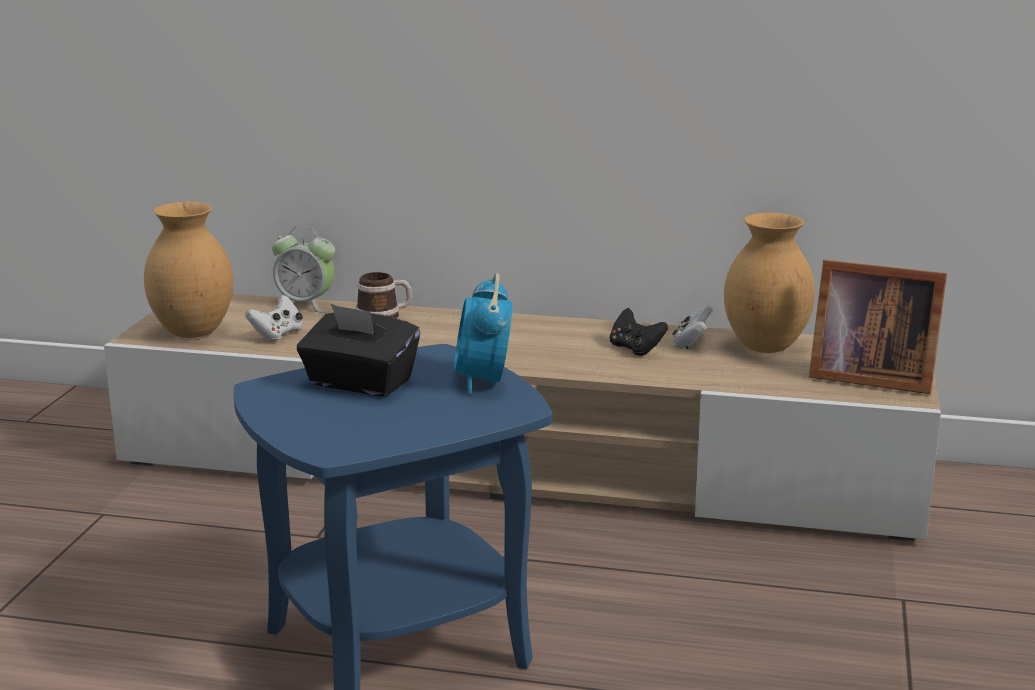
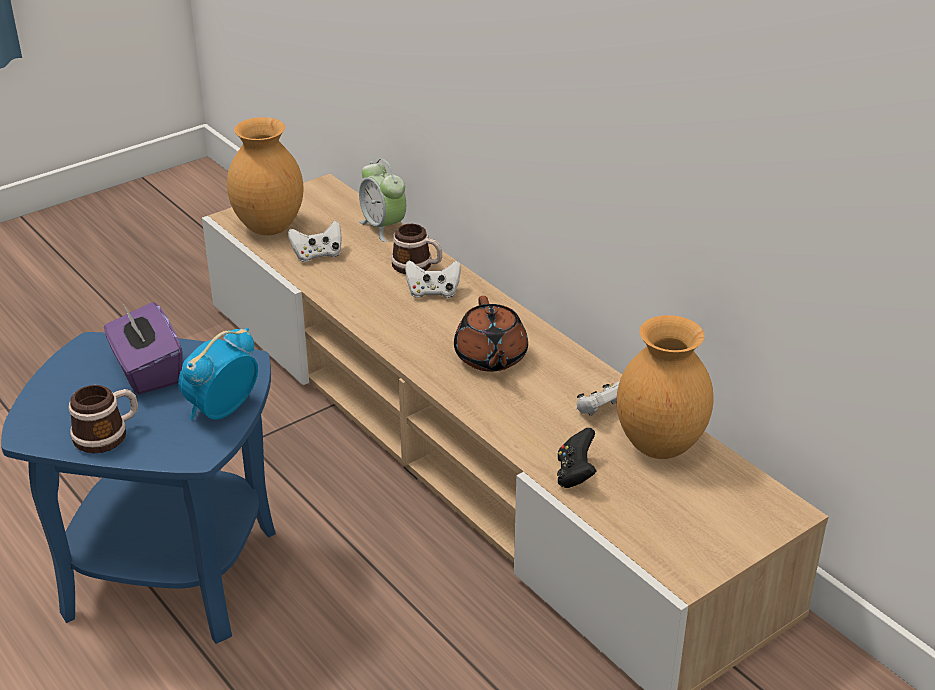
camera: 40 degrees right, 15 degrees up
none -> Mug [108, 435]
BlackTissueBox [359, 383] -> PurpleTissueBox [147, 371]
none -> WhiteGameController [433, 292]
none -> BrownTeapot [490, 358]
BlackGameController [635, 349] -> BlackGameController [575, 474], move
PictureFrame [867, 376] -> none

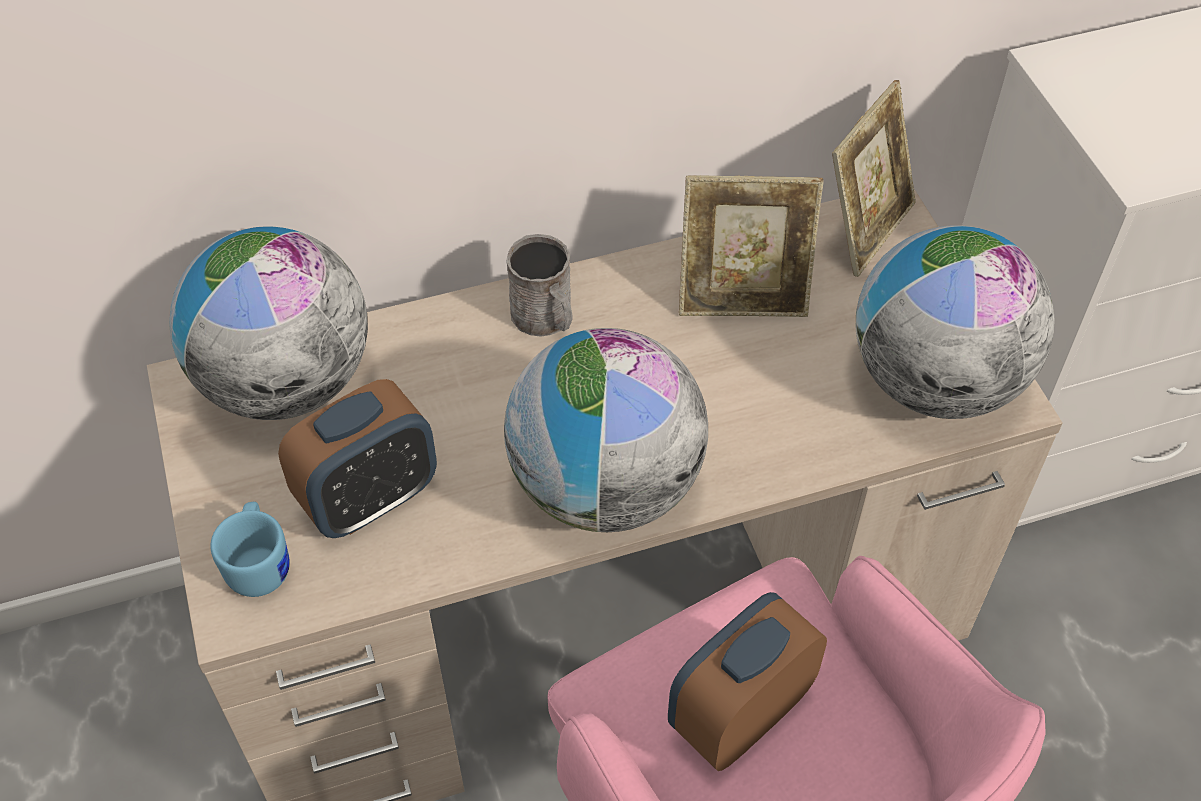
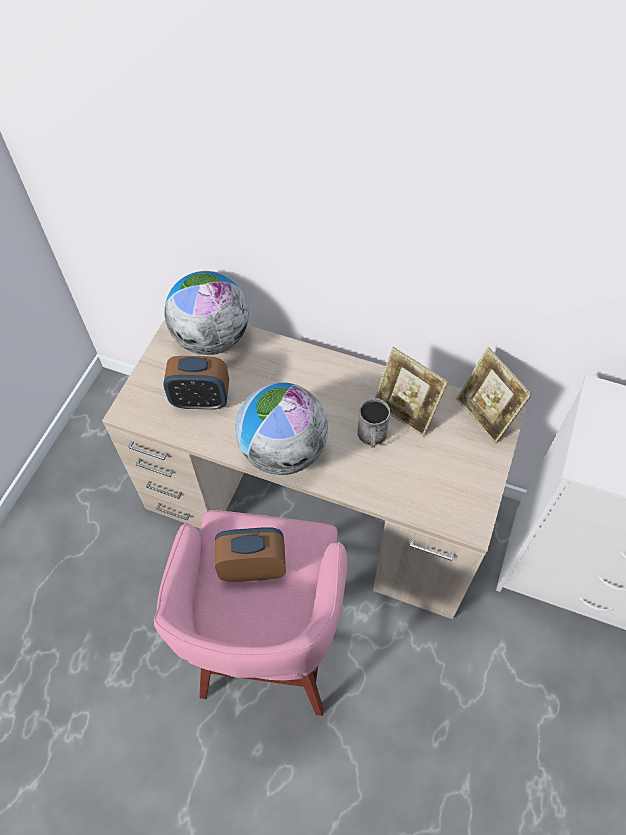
camera: 40 degrees right, 5 degrees up
GreyMug [546, 319] -> GreyMug [372, 436], move
PictureFrame [865, 229] -> PictureFrame [485, 416], 75 degrees clockwise
BlueMug [260, 563] -> none
Globe [935, 380] -> none

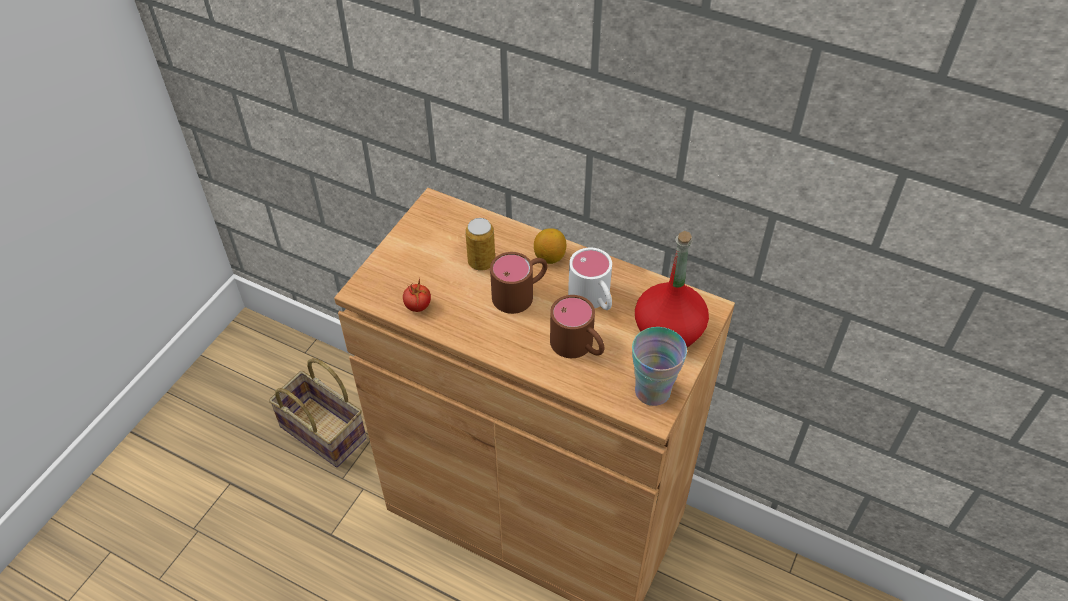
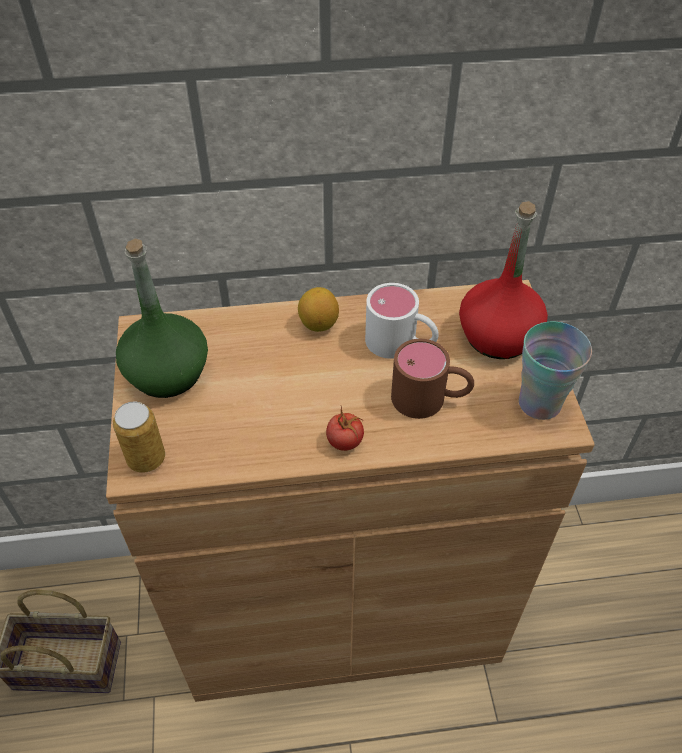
camera: 35 degrees left, 0 degrees up
Can [481, 262] -> Can [146, 458], move
none -> GreenBottle [167, 373]
Tomato [418, 306] -> Tomato [345, 442], move
BrownMug [521, 293] -> none

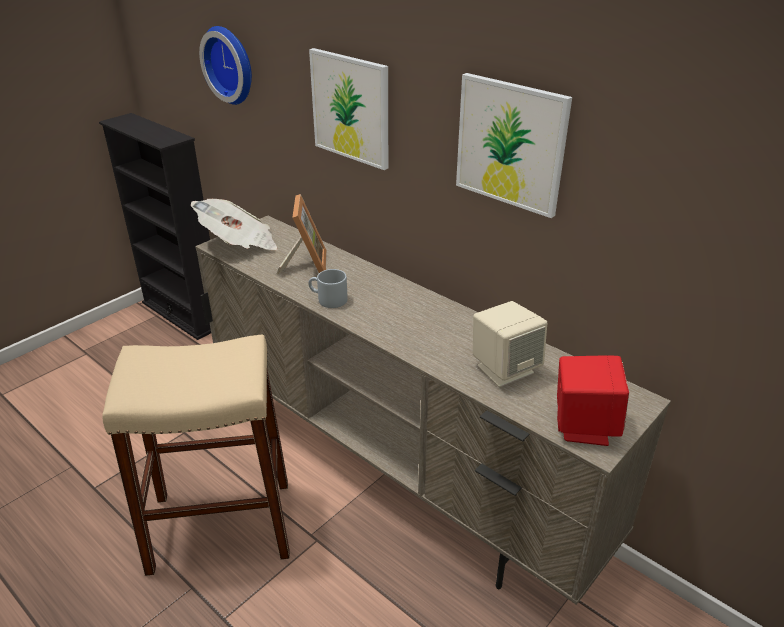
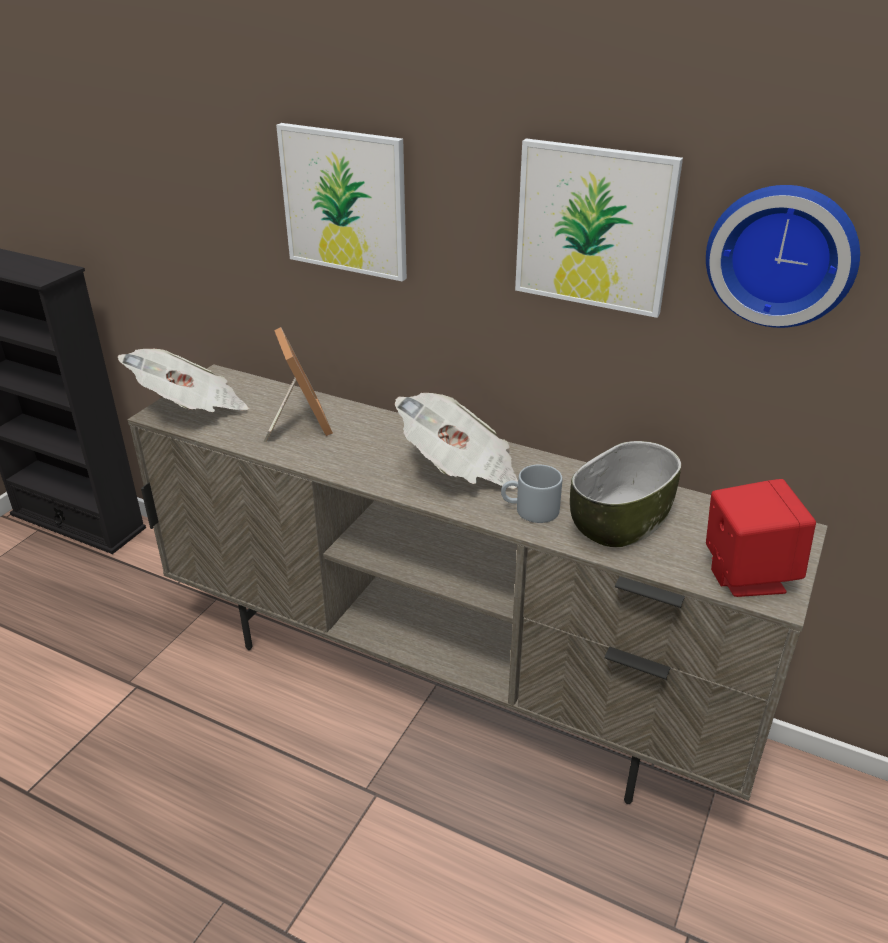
camera: 15 degrees left, 0 degrees up
none -> Newspaper [460, 469]
GreyMug [327, 299] -> GreyMug [530, 510], move
BeigeSpeaker [505, 369] -> Bowl [620, 520]
WallClock [231, 64] -> WallClock [782, 254], move
BeigeStool [221, 525] -> none

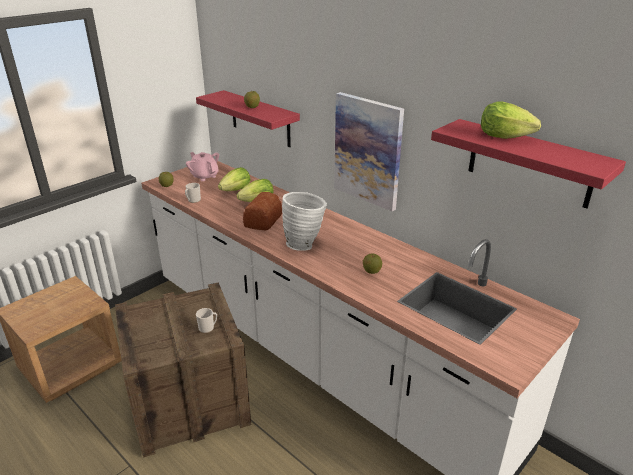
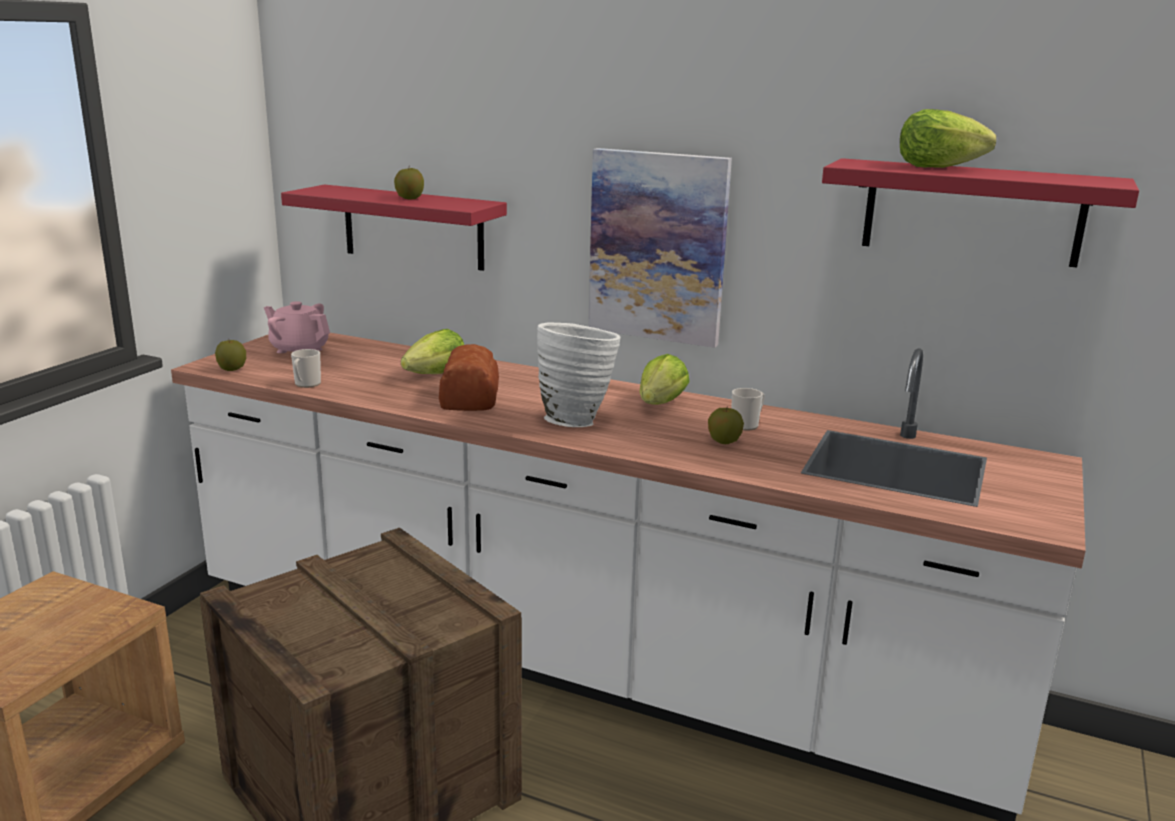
camera: 20 degrees left, 10 degrees down
Lettuce [236, 190] -> Lettuce [661, 404], move
Mug [208, 328] -> Mug [747, 425], move

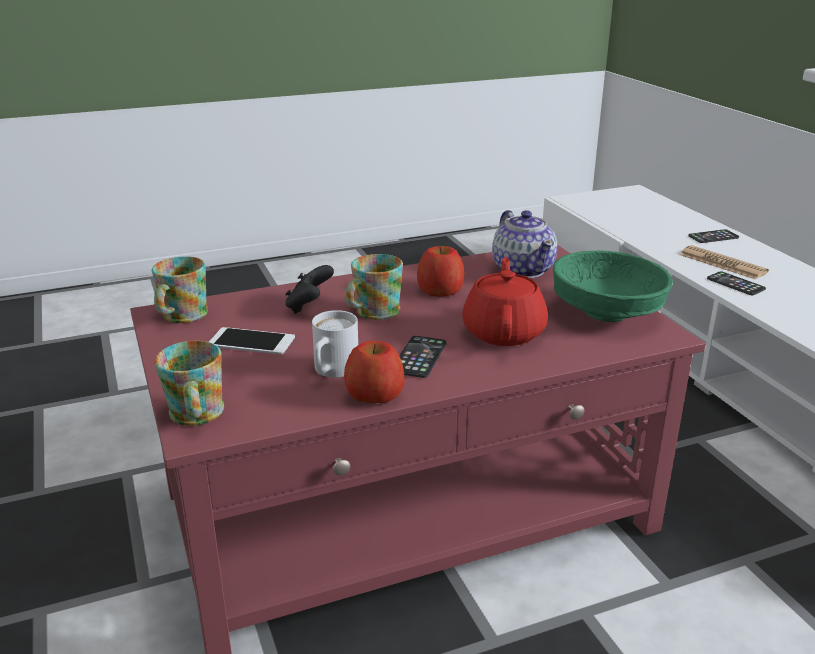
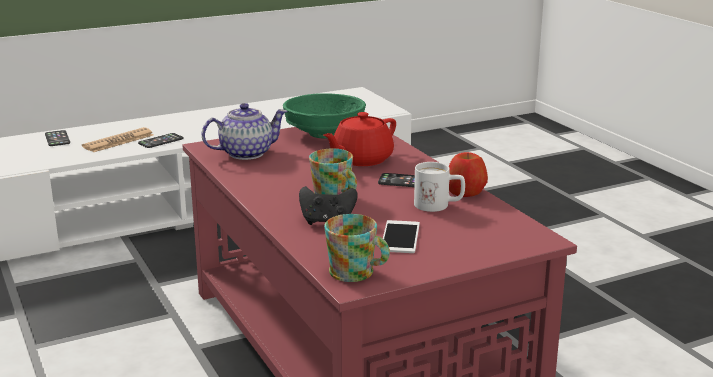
camera: 95 degrees left, 5 degrees down
RedTeapot [504, 332] -> RedTeapot [361, 159], 45 degrees counterclockwise
Mug [195, 416] -> none
Apple [440, 290] -> none

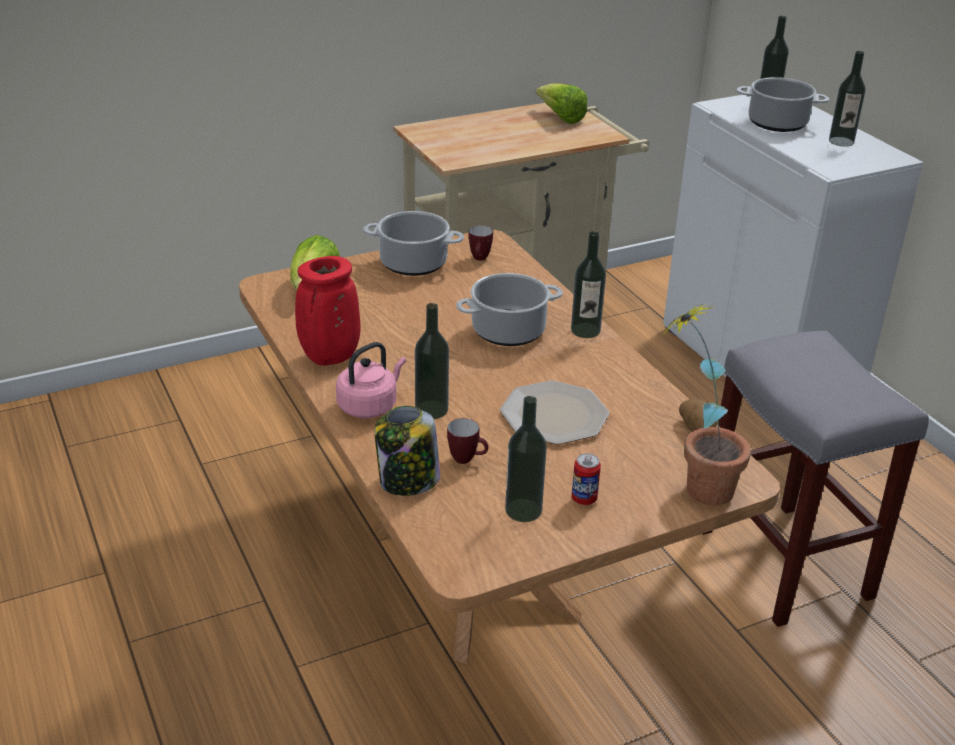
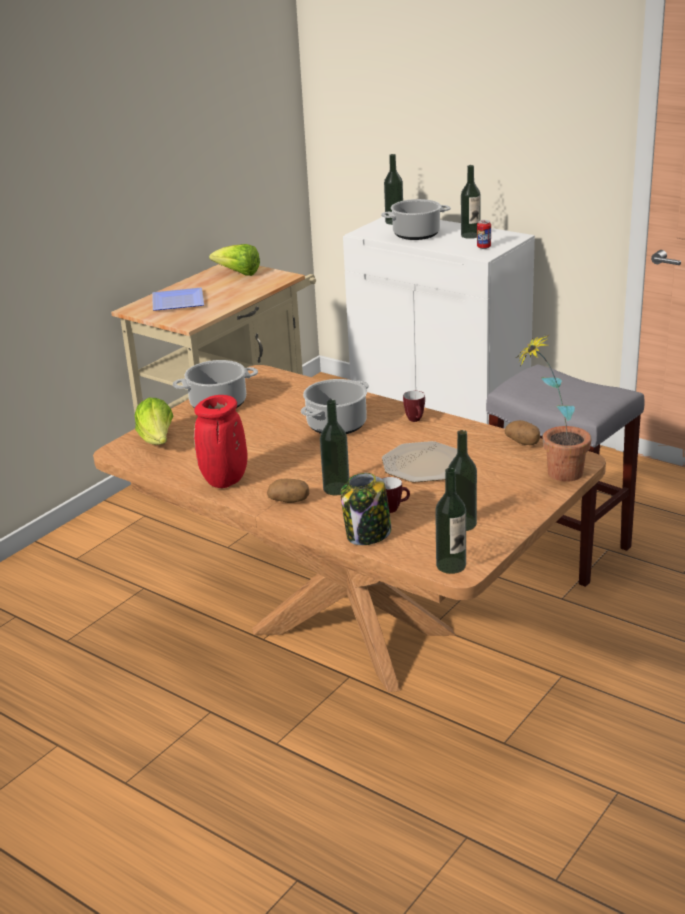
camera: 25 degrees left, 5 degrees down
none -> Plate [180, 301]
PinkKettle [370, 406] -> Potato [289, 500]
Mug [479, 259] -> Mug [416, 420], move
Bottle [585, 330] -> Bottle [451, 565], move
Can [584, 499] -> Can [483, 247], move

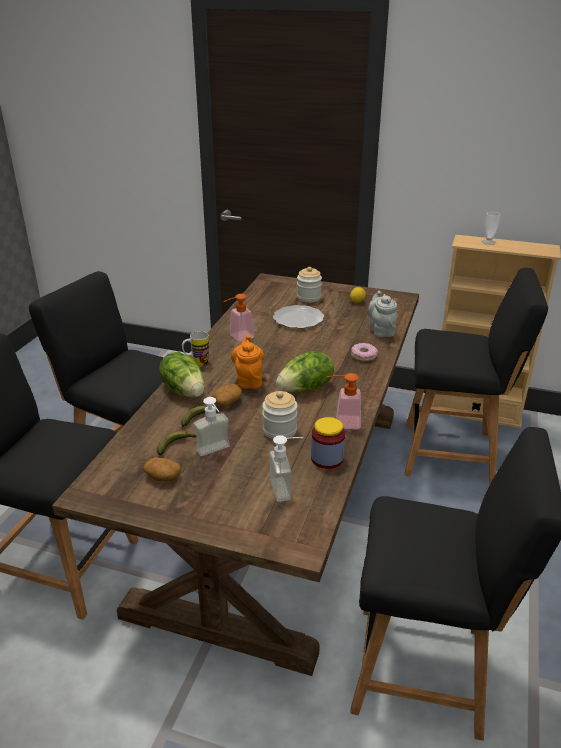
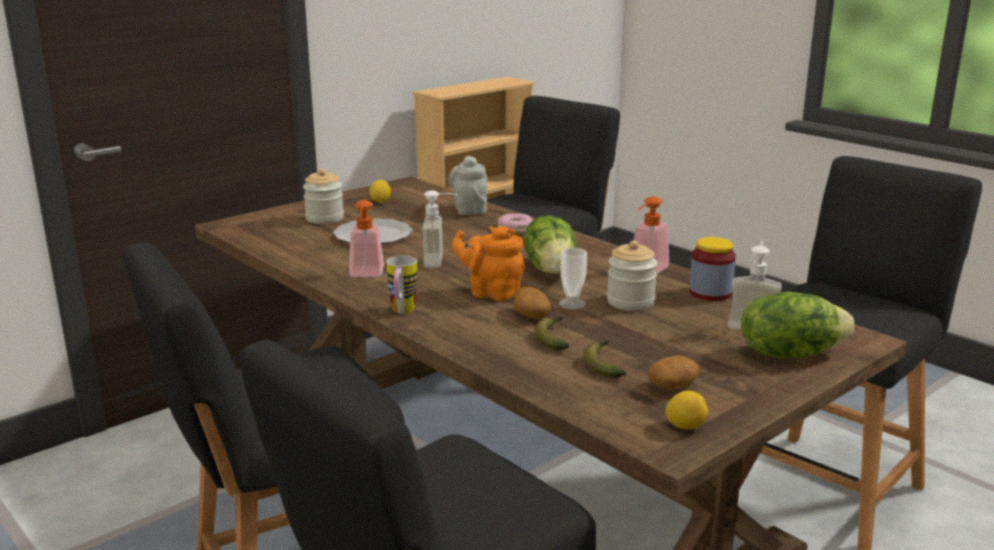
camera: 60 degrees left, 10 degrees down
SoapDispenser [215, 452] -> SoapDispenser [441, 261], move
GreyTeapot [381, 330] -> GreyTeapot [469, 209], 60 degrees clockwise
Cup [488, 242] -> Cup [572, 304], move
none -> Lemon [685, 426]
Lettuce [184, 390] -> Lettuce [789, 353], move

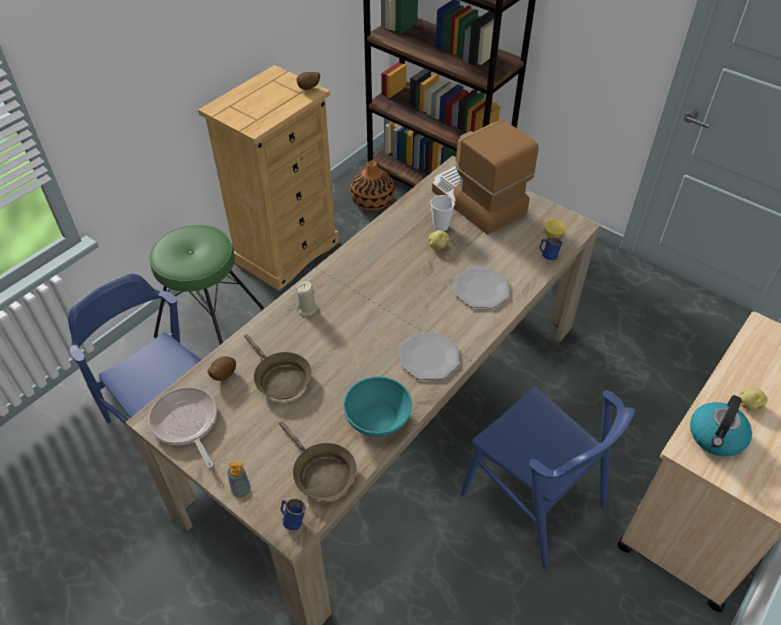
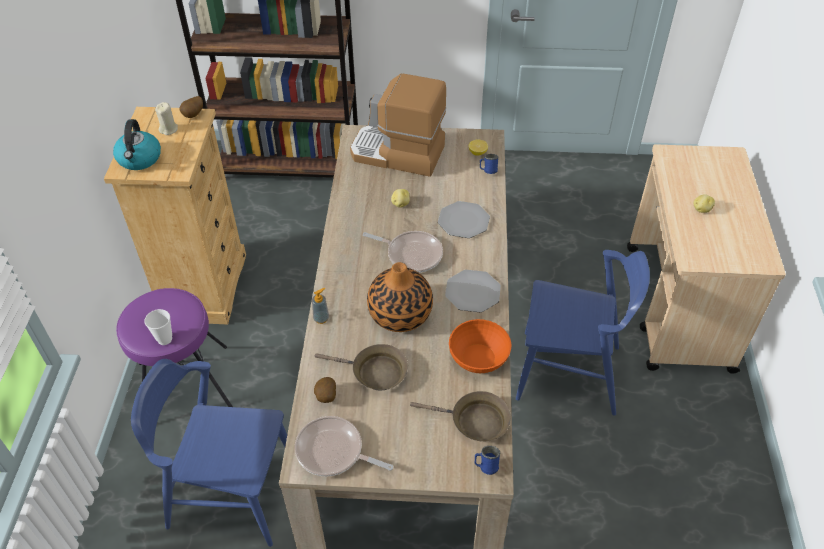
camera: 35 degrees left, 0 degrees up
Kettle [716, 437] -> Kettle [139, 159], move
GreenStool [209, 320] -> PurpleStool [185, 384]
Cup [441, 227] -> Cup [165, 339], move
BeigeCandle [307, 308] -> BeigeCandle [169, 129], move
SoapDispenser [241, 490] -> SoapDispenser [321, 318], move
none -> FryingPan [411, 254]
Vase [372, 201] -> Vase [400, 314], move
TurquoiseBowl [378, 419] -> OrangeBowl [479, 358]

